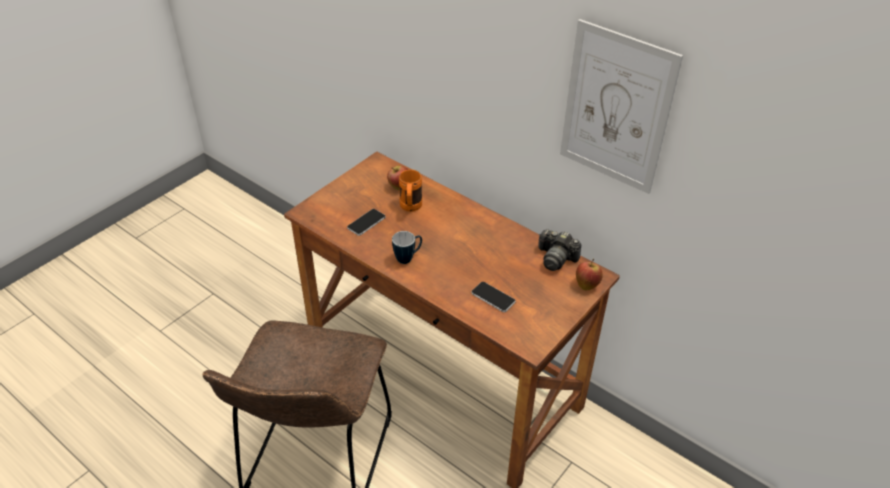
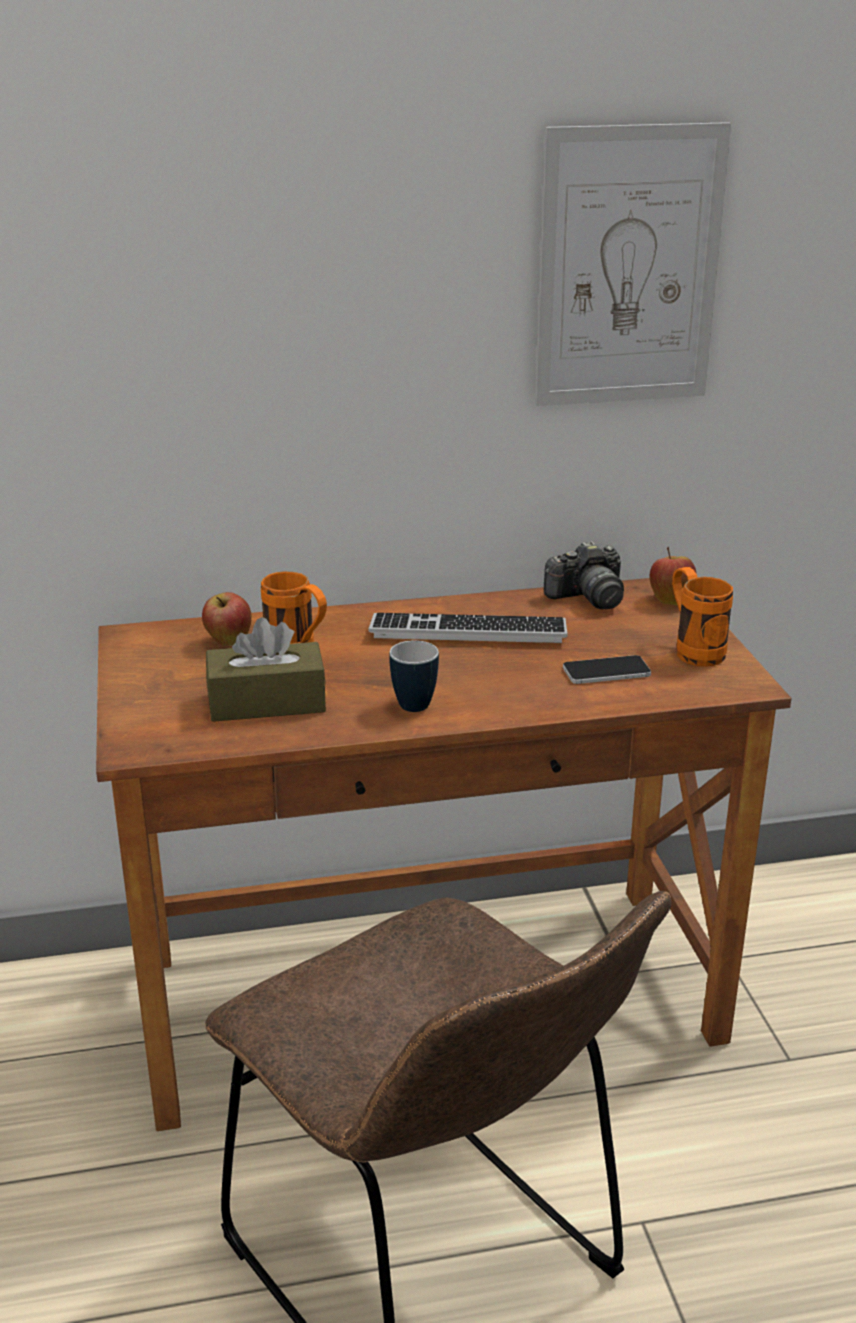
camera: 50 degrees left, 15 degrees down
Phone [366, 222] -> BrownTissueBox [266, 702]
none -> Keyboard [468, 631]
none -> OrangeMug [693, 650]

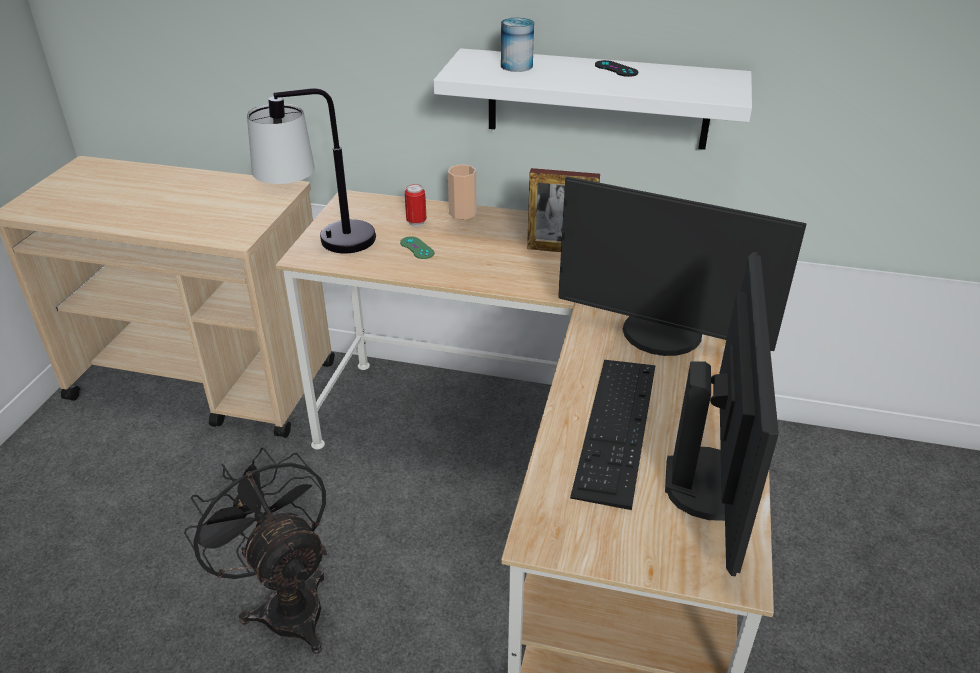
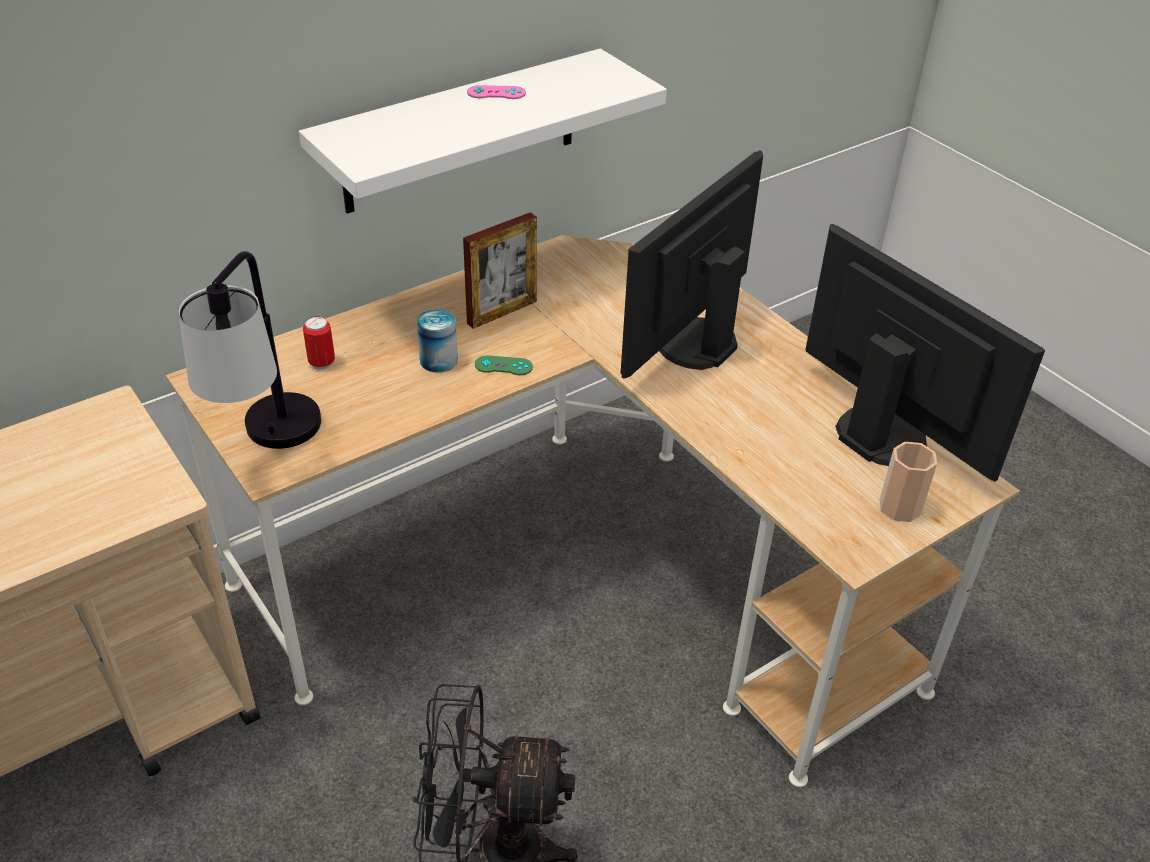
camera: 50 degrees left, 5 degrees up
Can [516, 66] -> Can [438, 360], move
BlackGameController [616, 69] -> PinkGameController [496, 93]
GreenGameController [417, 248] -> GreenGameController [503, 366], move
Monitor [661, 335] -> Monitor [692, 342], 150 degrees clockwise
Cup [462, 213] -> Cup [900, 507], move
Keyboard [616, 427] -> none

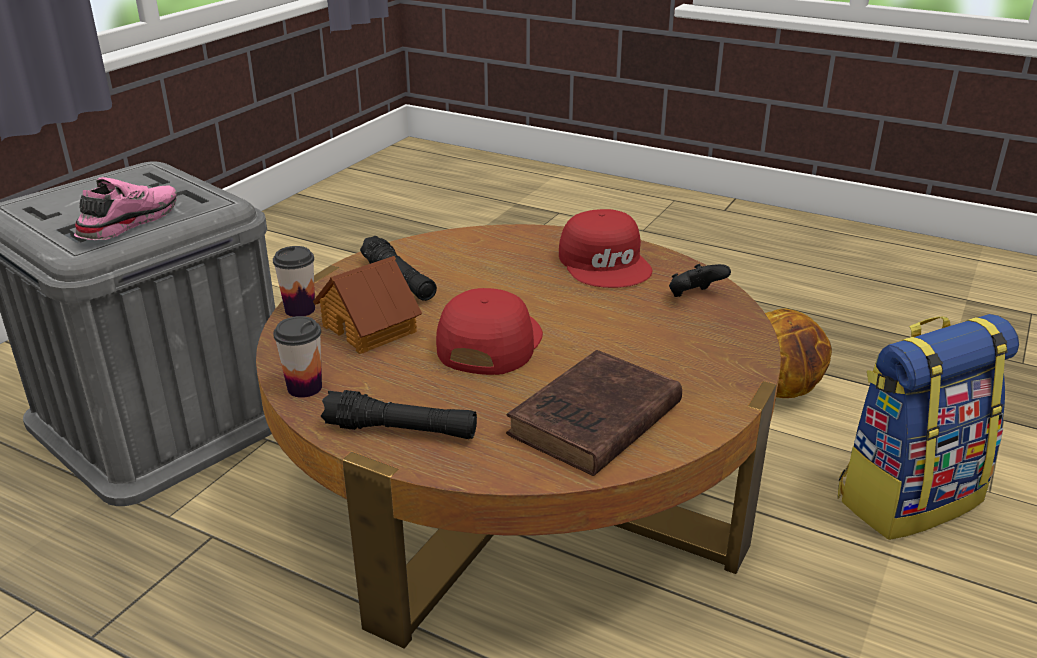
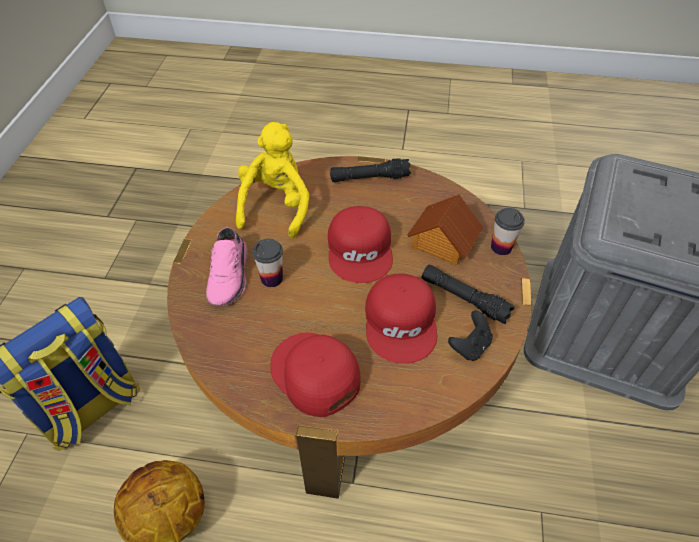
camera: 160 degrees right, 20 degrees up
PinkShoe [128, 222] -> PinkShoe [230, 276], move
BrownBook [592, 422] -> YellowPlushToy [276, 206]
Cup [304, 388] -> Cup [271, 278], move
none -> RedCap [402, 322]
BlackGameController [694, 296] -> BlackGameController [470, 346], move

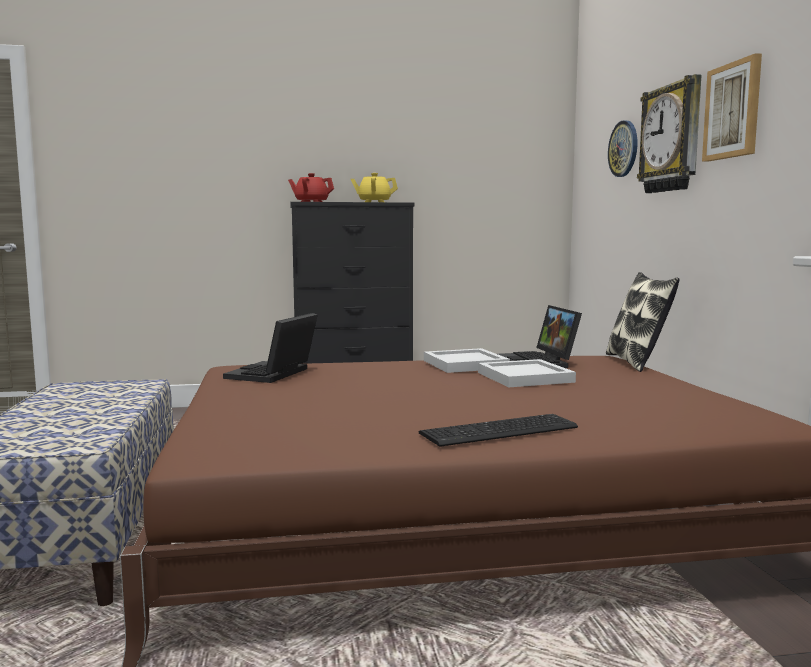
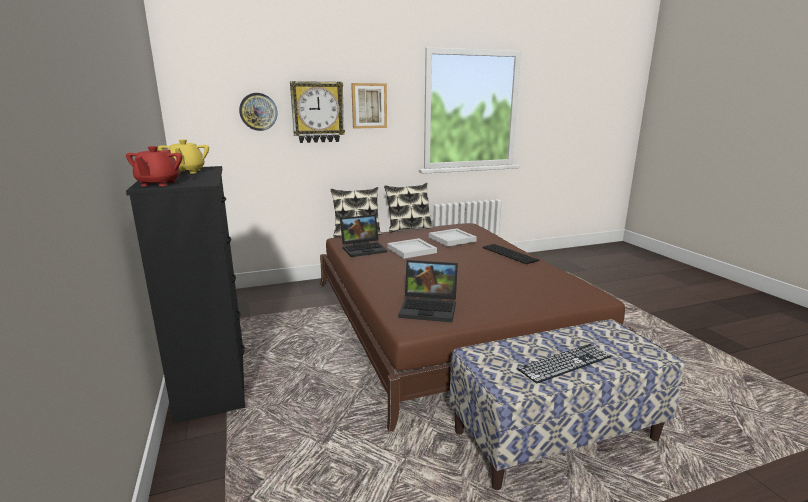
camera: 100 degrees left, 10 degrees up
none -> Pillow [408, 228]
WhiteTray [463, 364] -> WhiteTray [452, 239], move
none -> Keyboard [565, 362]

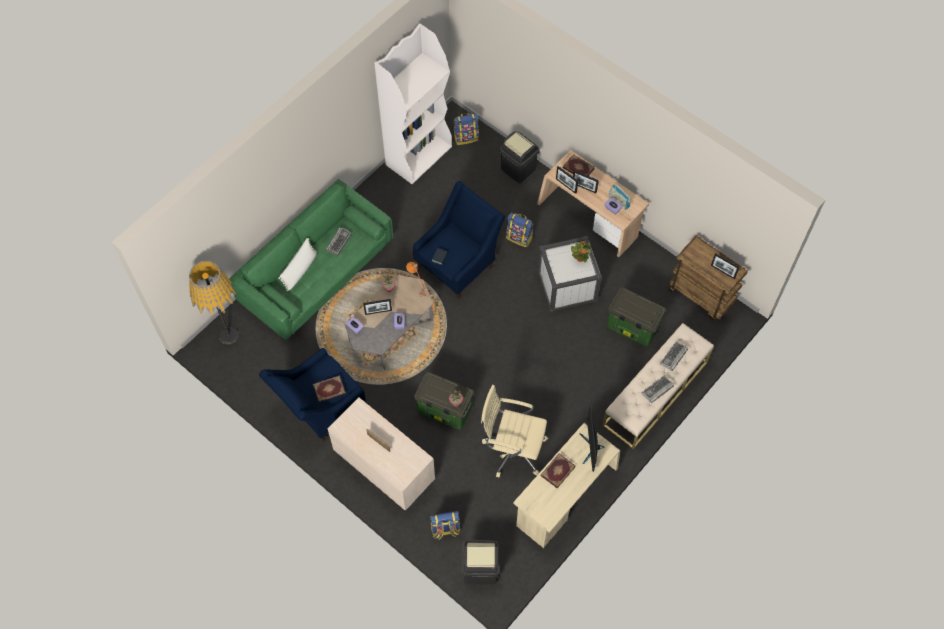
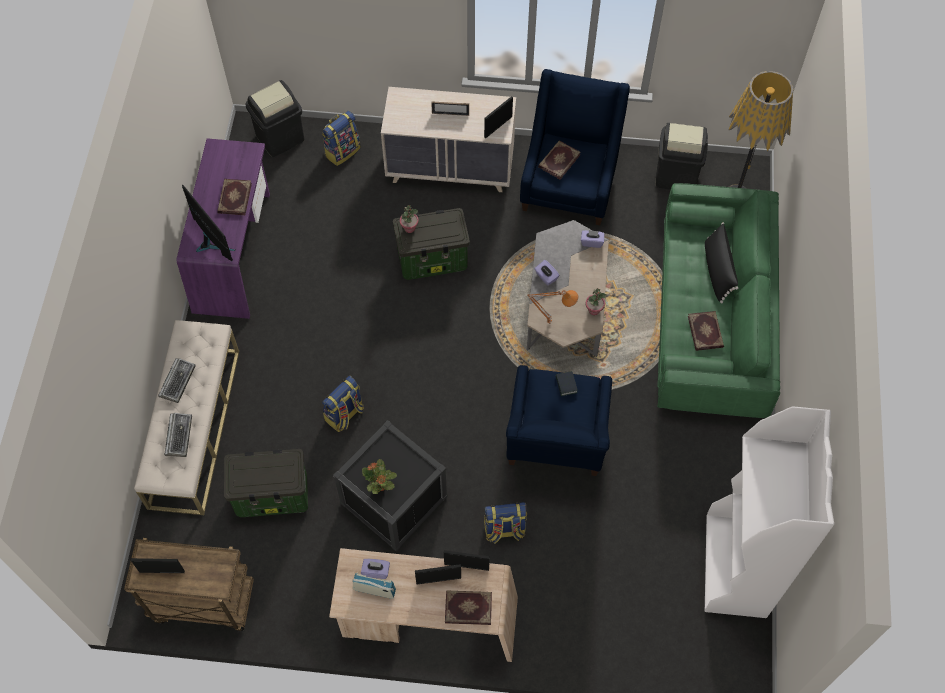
camera: 145 degrees right, 0 degrees up
BeigeDesk [565, 496] -> PurpleDesk [235, 252]
Backpack [466, 137] -> Backpack [345, 415], move
WhiteStorageBox [567, 286] -> BlackStorageBox [393, 500]
PictureFrame [378, 312] -> PictureFrame [498, 127], move
BlackTrashCan [518, 169] -> BlackTrashCan [676, 175], move
Keyboard [339, 242] -> Book [706, 331]
WhitePillow [300, 270] -> BlackPillow [717, 270]
BeigeOfficeChair [512, 449] -> none

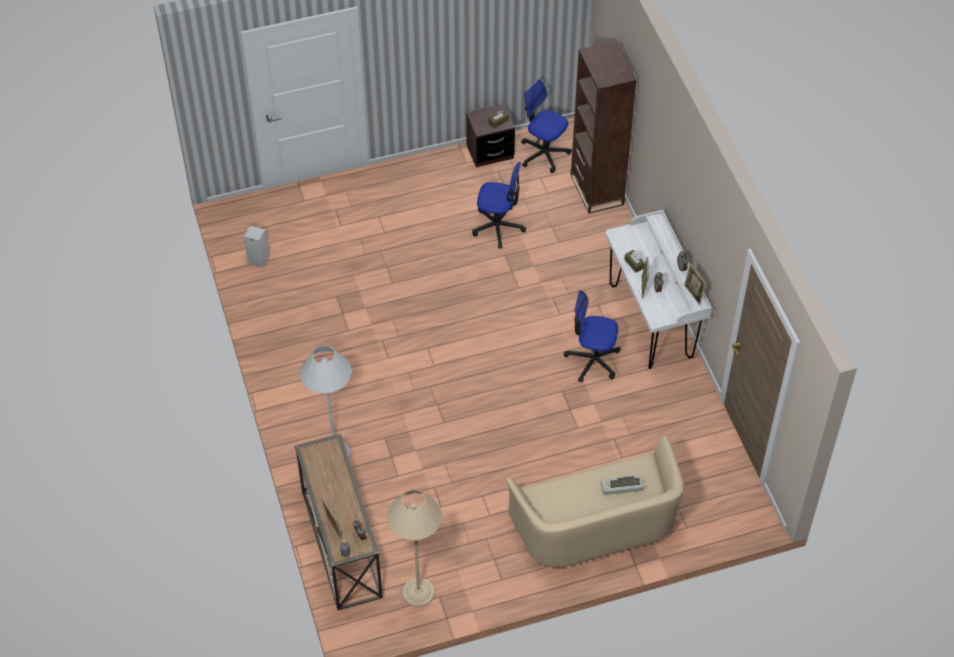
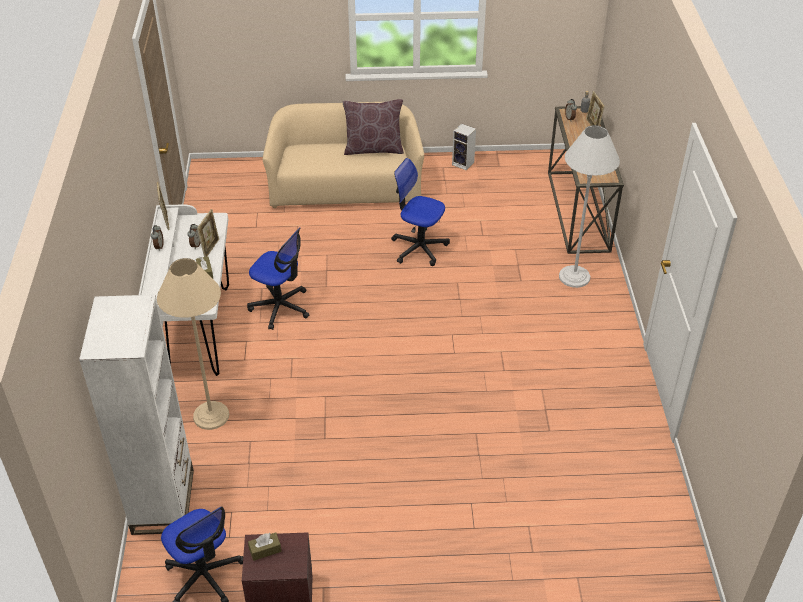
camera: 165 degrees left, 10 degrees down
BrownBookcase [596, 189] -> WhiteBookcase [163, 501]
BeigeFloorLamp [418, 593] -> BeigeFloorLamp [211, 415], move
none -> BrownPillow [373, 149]
OfficeChair [498, 227] -> OfficeChair [419, 248], move
Speaker [257, 259] -> Speaker [464, 164], move
Keyboard [621, 487] -> none

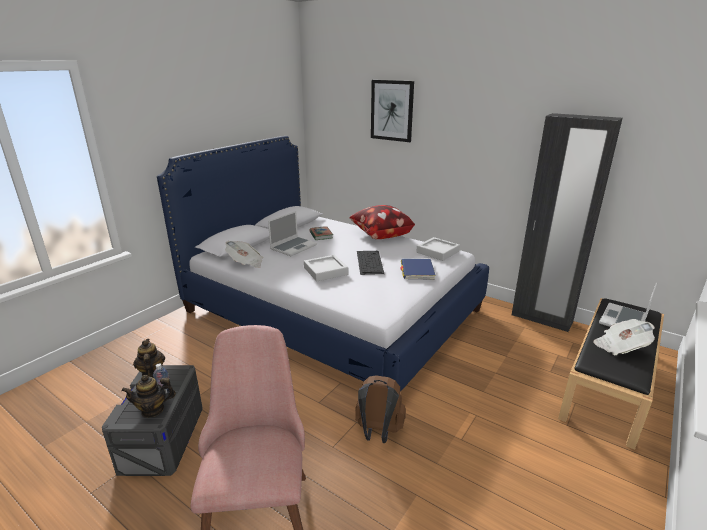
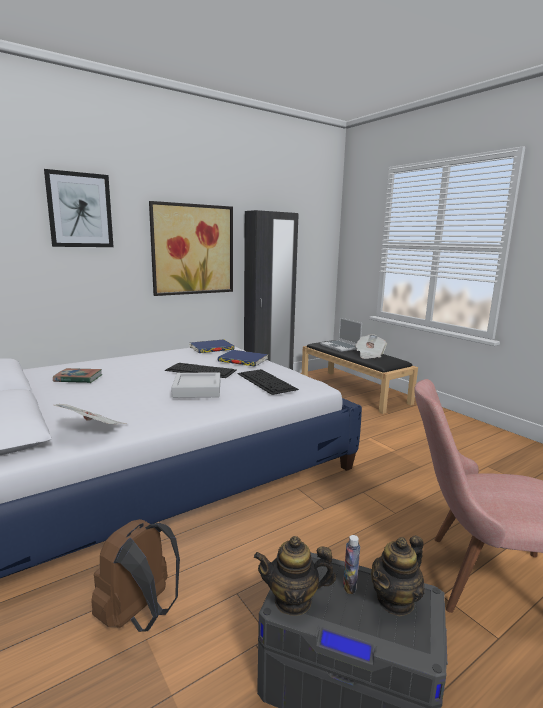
camera: 70 degrees left, 10 degrees down
BrownBackpack [378, 432] -> BrownBackpack [140, 614], move
none -> Picture [193, 249]
GreyTray [437, 252] -> BlueBook [211, 348]
none -> Keyboard [267, 381]
Teapot [153, 410] -> Teapot [395, 600], 45 degrees clockwise
Laptop [293, 247] -> none
Pillow [380, 235] -> none

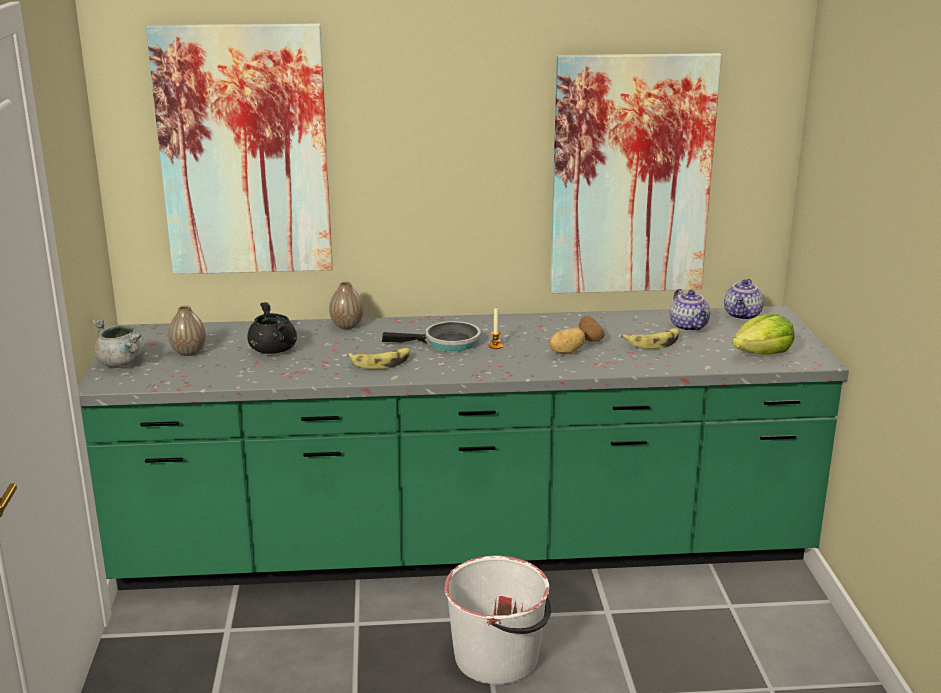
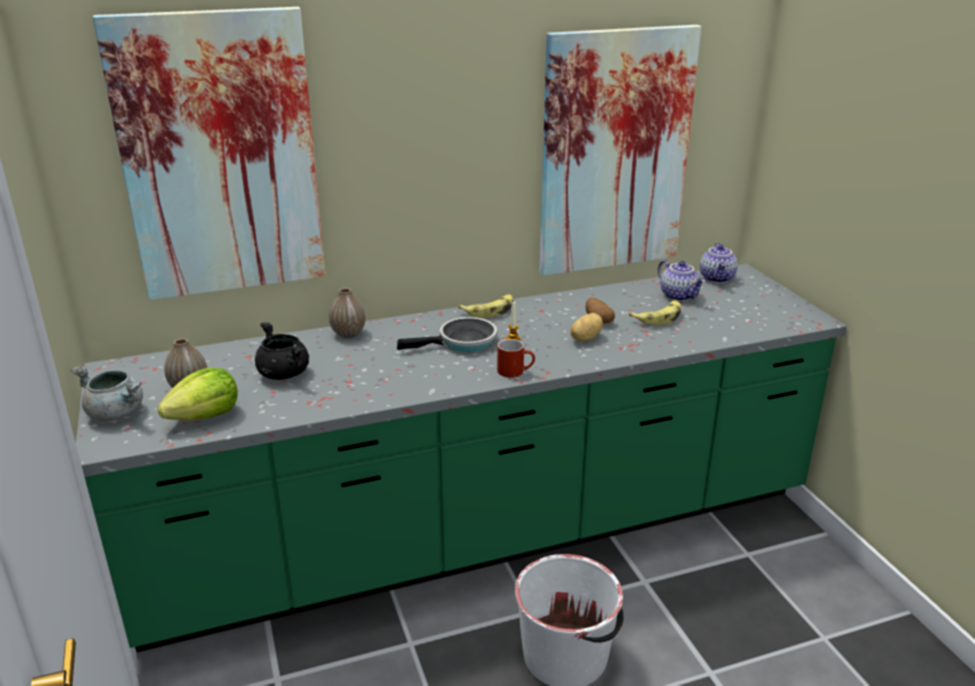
camera: 15 degrees left, 5 degrees up
Lettuce [762, 354] -> Lettuce [205, 416], move
Banana [381, 363] -> Banana [490, 310], move
none -> RedMug [516, 371]

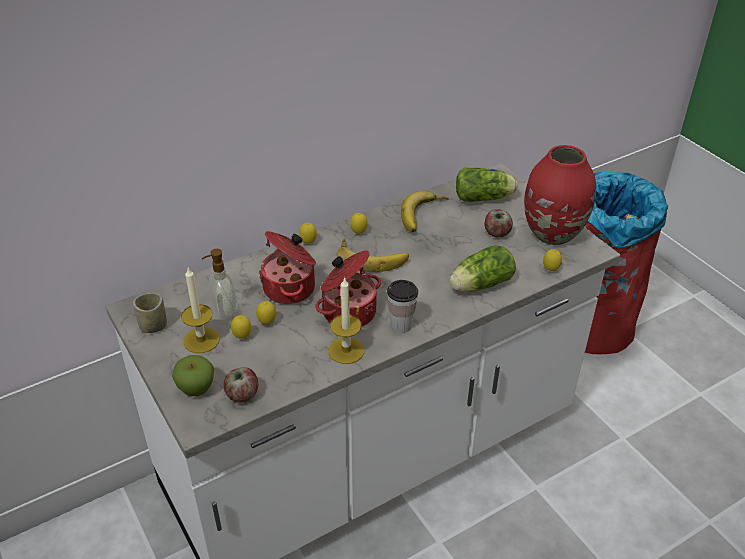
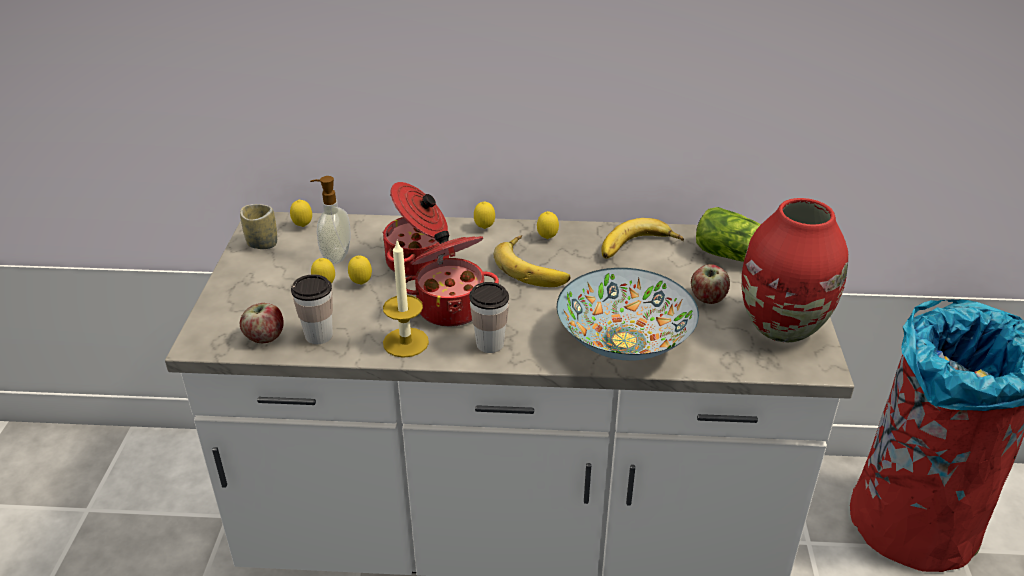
camera: 35 degrees right, 5 degrees down
Lemon [550, 270] -> Lemon [303, 226], move
none -> Cup [318, 335]
Lettuce [479, 285] -> Bowl [624, 342]
Apple [196, 389] -> none
Candle [201, 340] -> none

